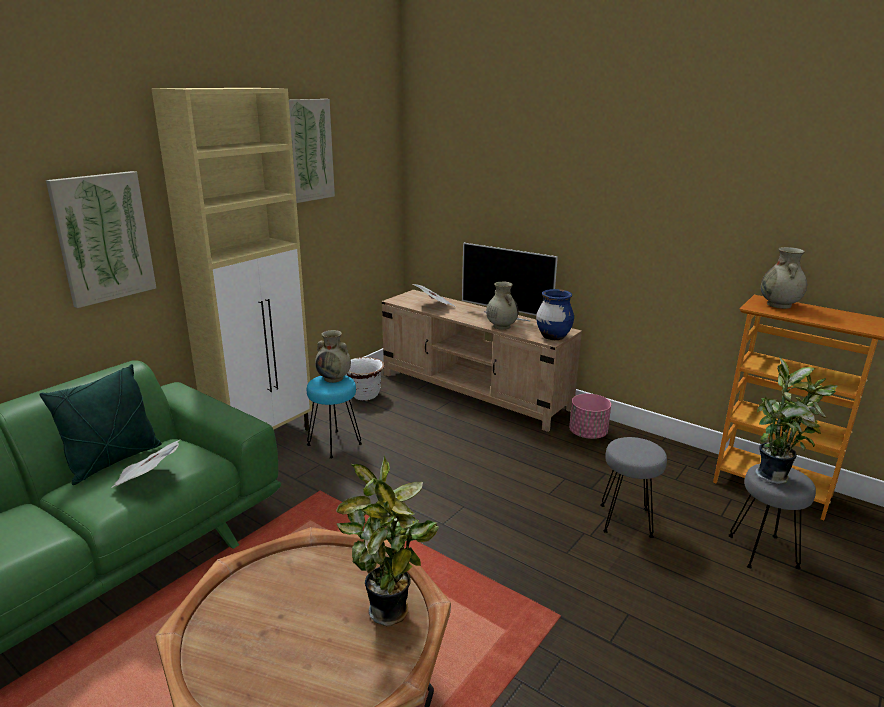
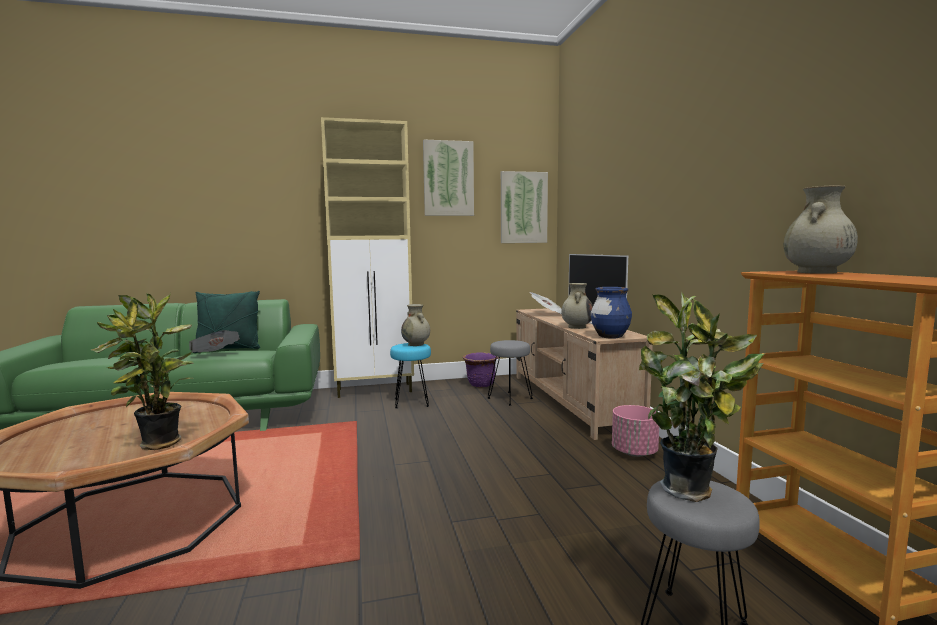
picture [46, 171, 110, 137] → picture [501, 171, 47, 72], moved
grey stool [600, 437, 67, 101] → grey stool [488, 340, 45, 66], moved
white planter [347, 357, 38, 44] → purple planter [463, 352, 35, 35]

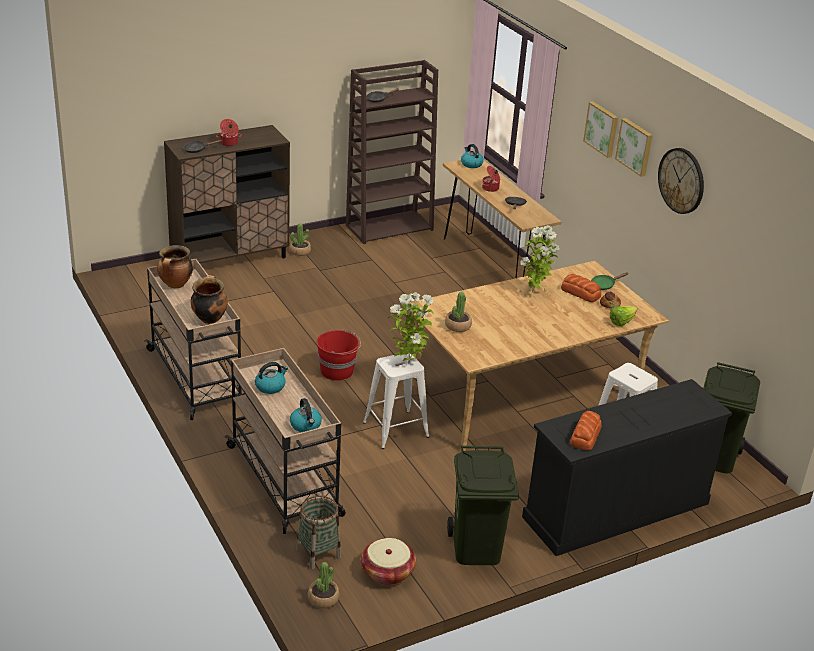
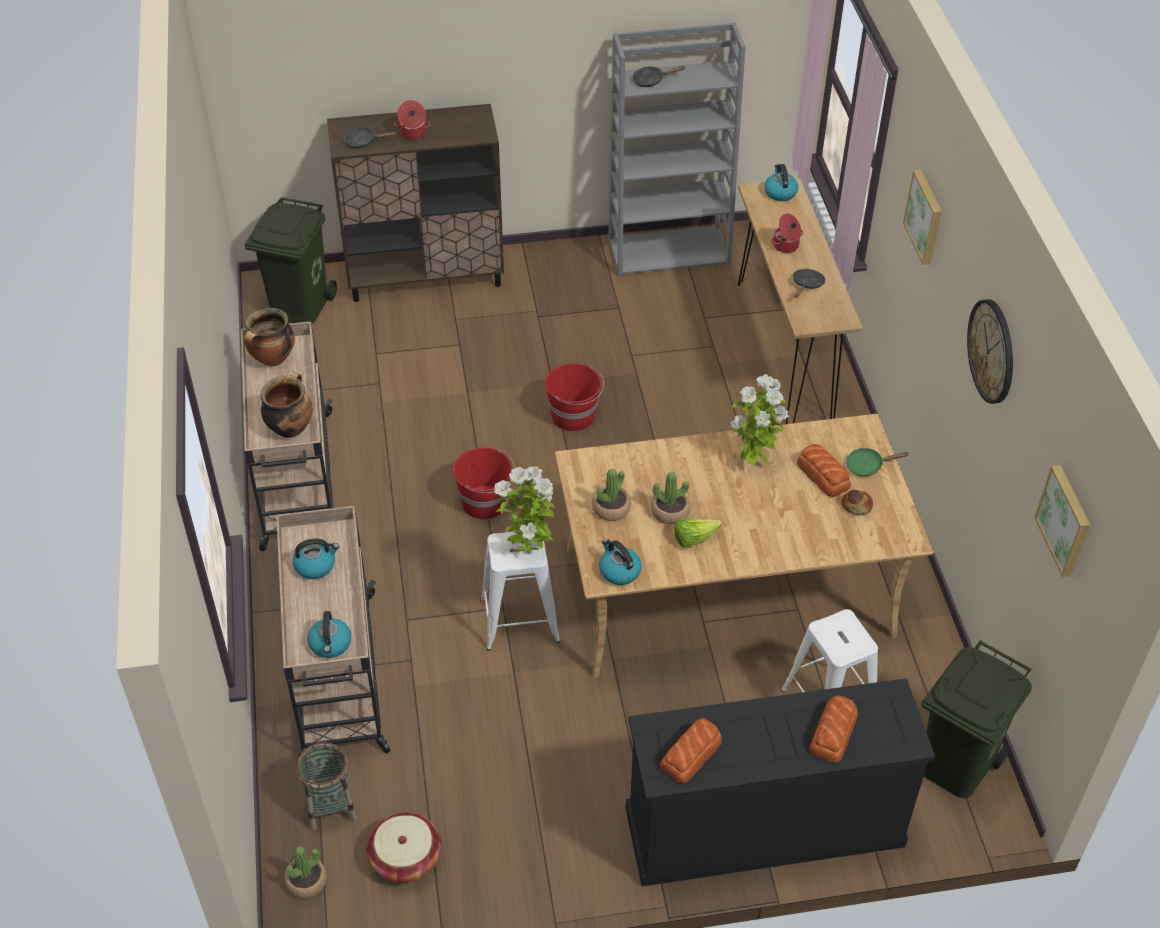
- → red bucket [545, 363, 59, 69]
- → kettle [599, 539, 43, 46]
- → bread [809, 695, 49, 68]
potted plant [290, 223, 21, 33] → potted plant [651, 472, 39, 53], moved
green trash can [447, 446, 72, 119] → green trash can [245, 197, 92, 127], moved
lettuce [609, 306, 28, 20] → lettuce [674, 518, 48, 30], moved
picture [615, 118, 38, 59] → picture [1034, 465, 56, 112], moved
brown bookcase [346, 60, 92, 184] → grey bookcase [608, 23, 138, 254]

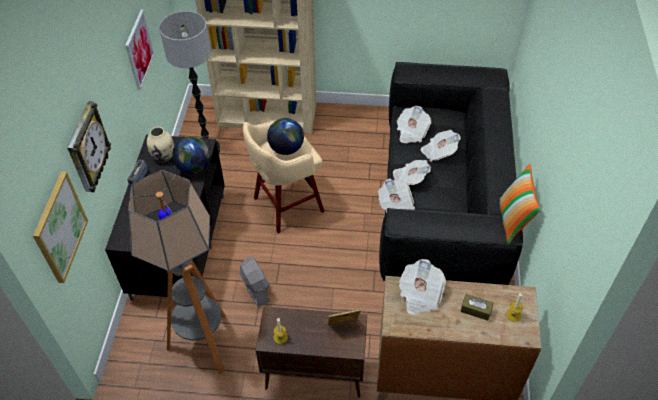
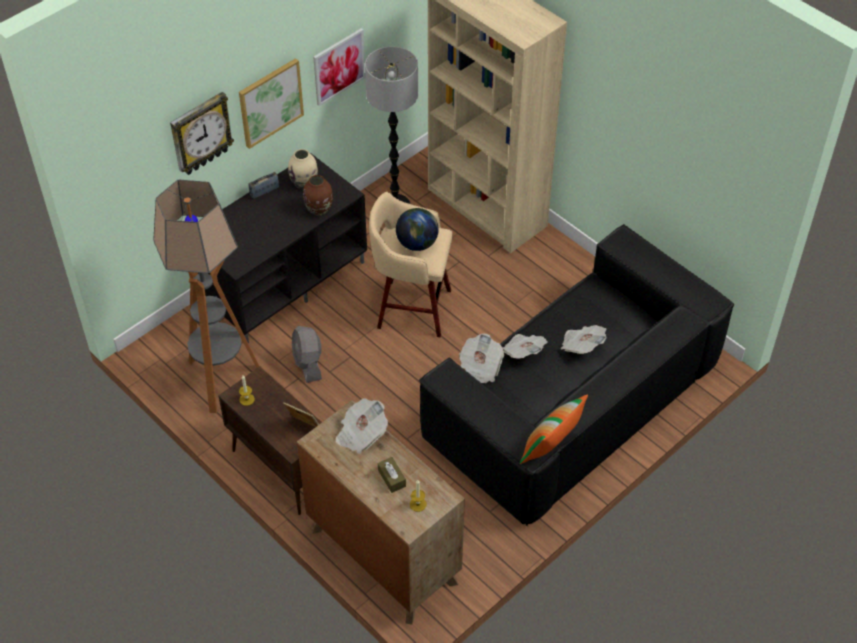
newspaper [397, 106, 34, 37] → -
picture [33, 172, 55, 111] → picture [239, 58, 65, 91], moved
globe [172, 136, 39, 38] → brown vase [303, 175, 30, 40]
grey fan [240, 257, 31, 50] → grey fan [292, 326, 30, 57], 150 degrees clockwise

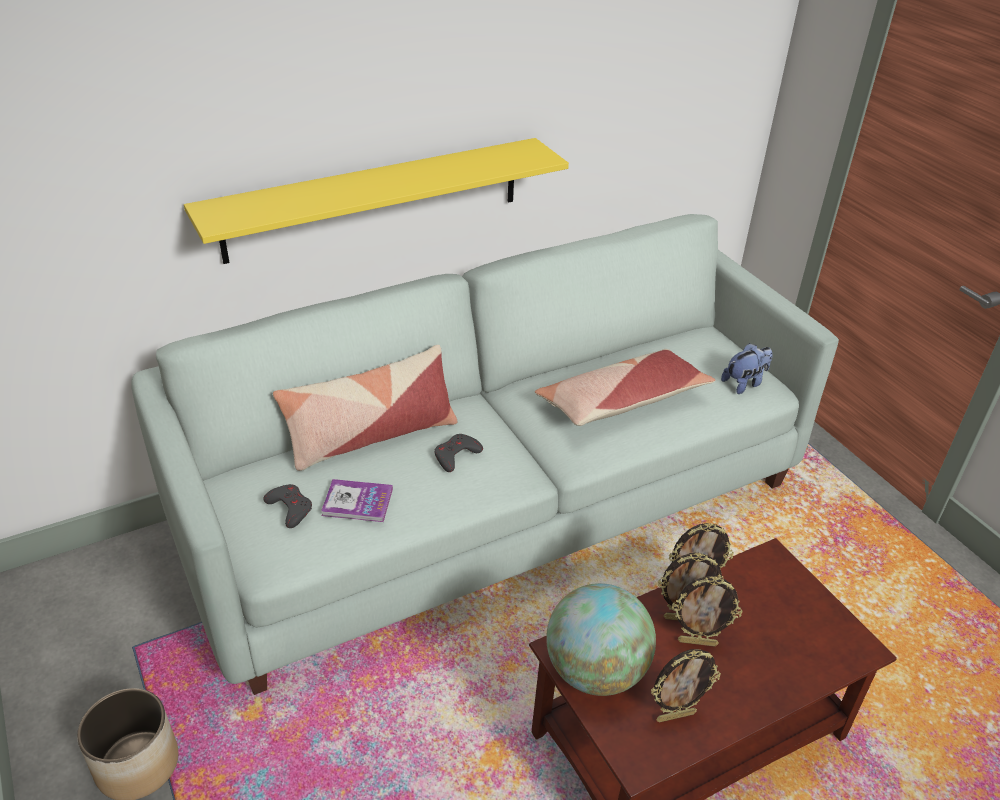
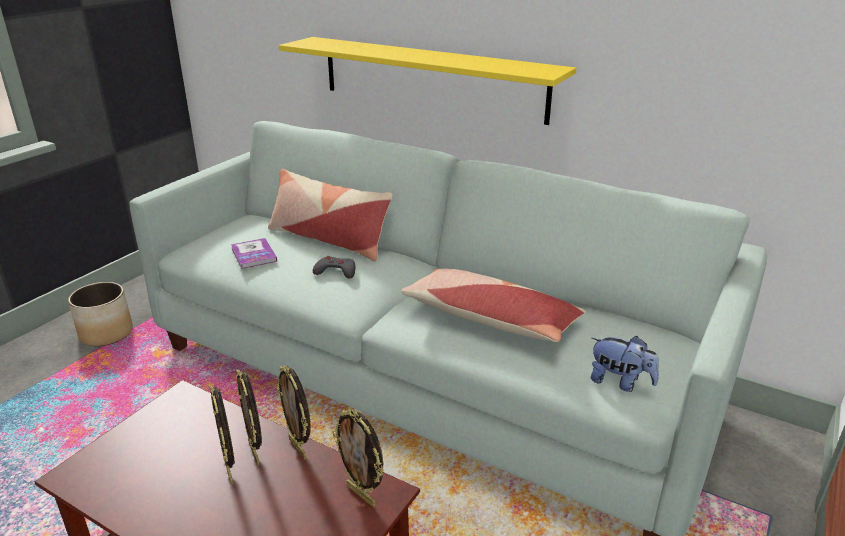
grey game controller [263, 484, 49, 44] → -
globe [546, 583, 110, 113] → -
picture frame [651, 649, 70, 74] → picture frame [332, 409, 52, 98], moved

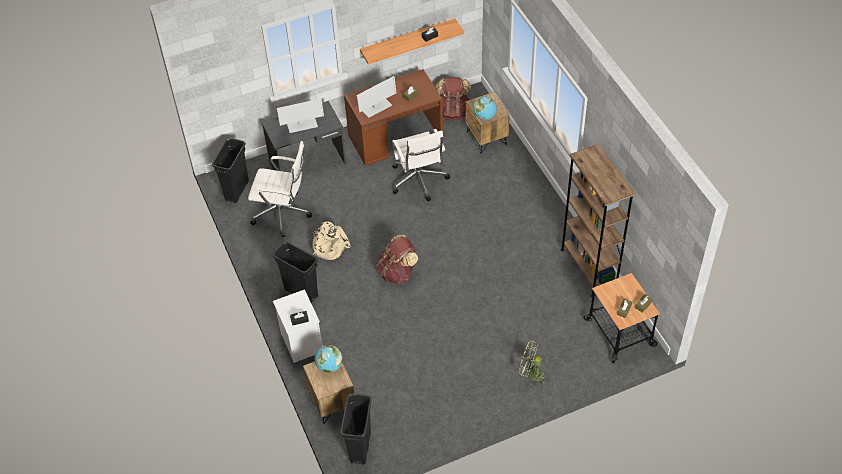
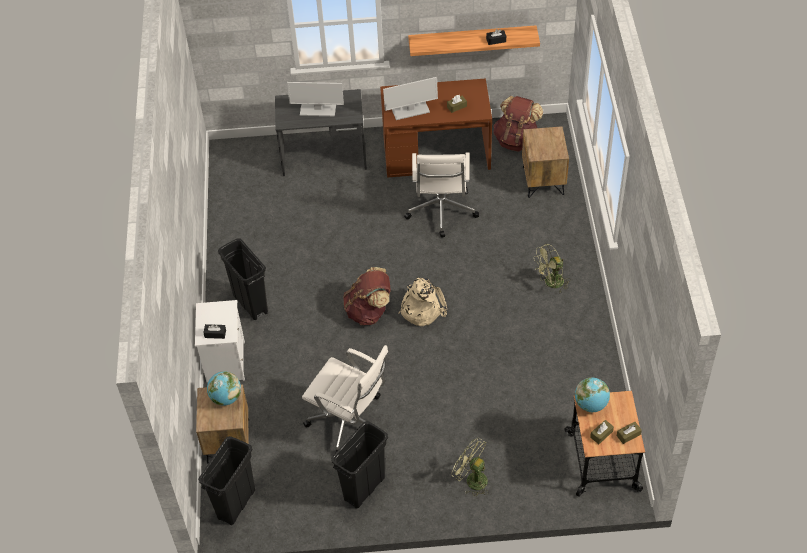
brown bookcase [561, 144, 74, 153] → -
- → green fan [534, 244, 36, 49]
black trash can [212, 138, 37, 65] → black trash can [331, 421, 57, 88], moved
white office chair [248, 141, 64, 96] → white office chair [302, 345, 86, 107], moved
beige backpack [312, 221, 38, 39] → beige backpack [398, 278, 49, 48], moved
globe [473, 97, 24, 23] → globe [575, 378, 35, 34], moved

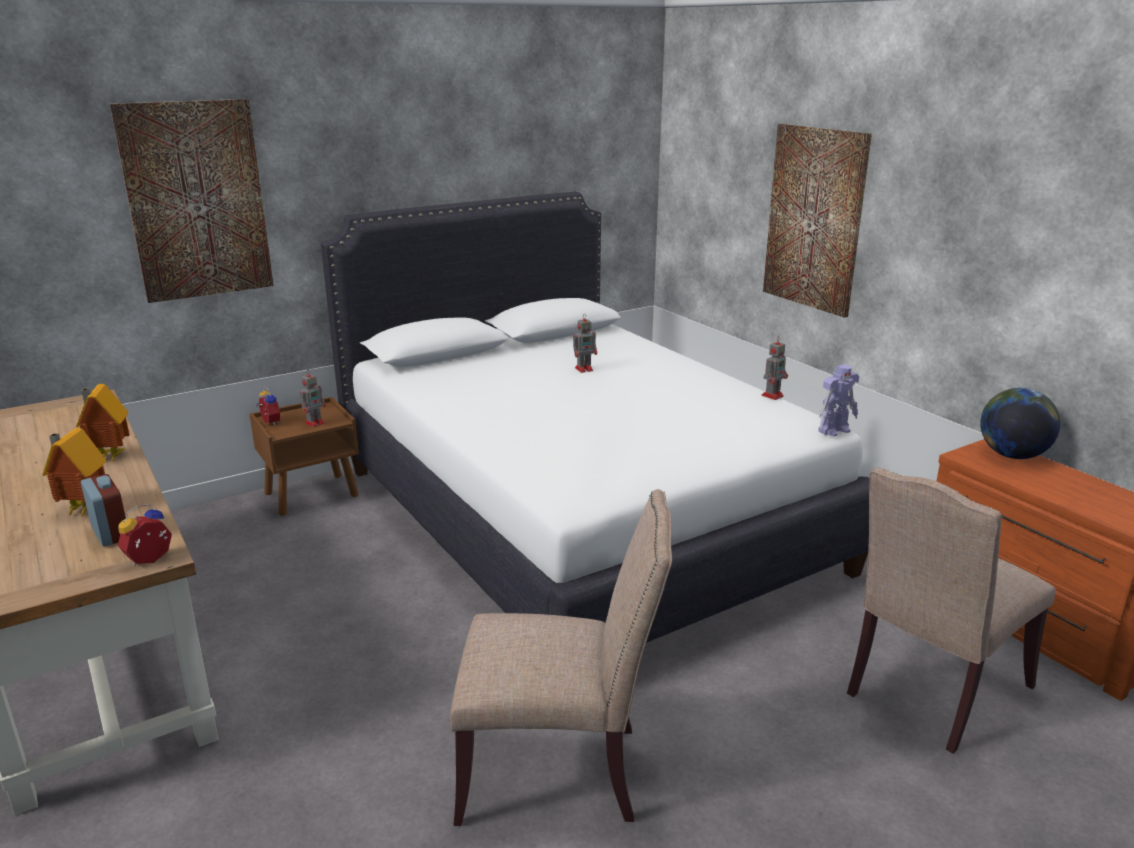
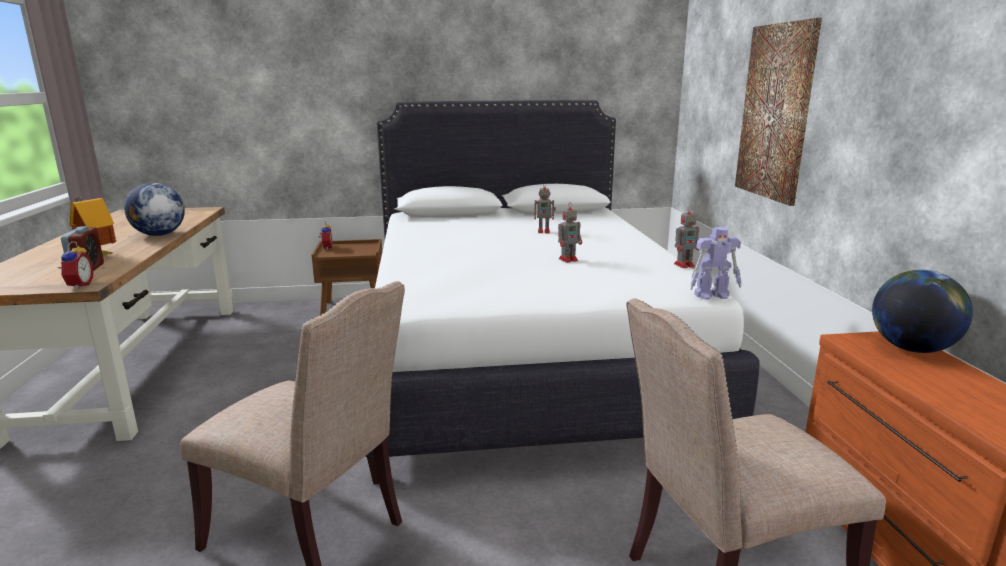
picture [110, 99, 164, 204] → -
toy robot [300, 370, 26, 57] → toy robot [558, 204, 24, 59], moved
toy house [76, 384, 54, 77] → globe [124, 183, 61, 53]
alarm clock [118, 504, 54, 62] → alarm clock [57, 242, 36, 48], 105 degrees clockwise

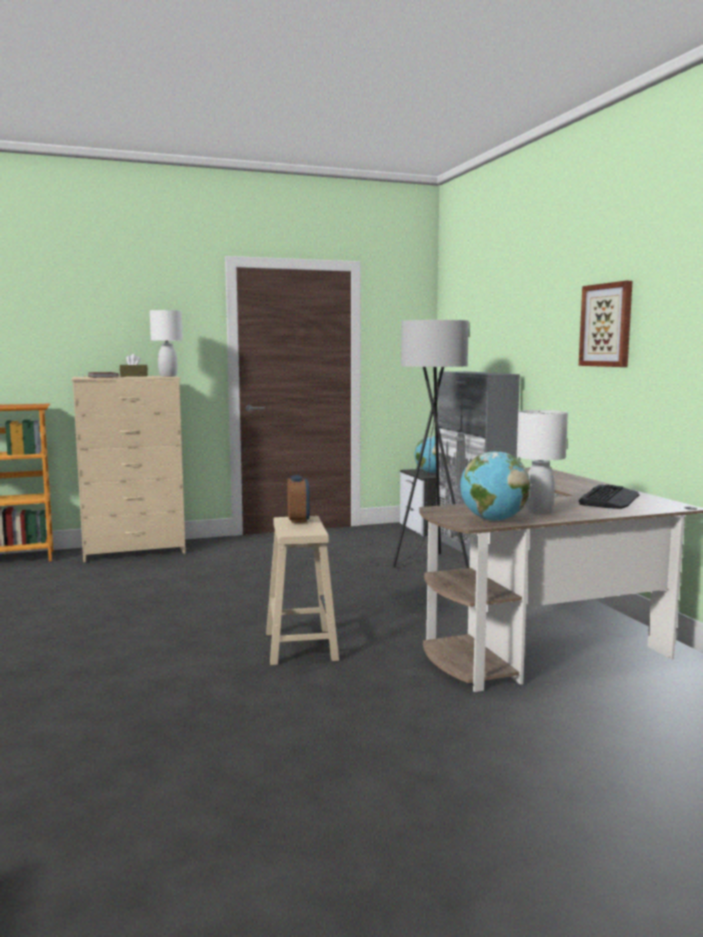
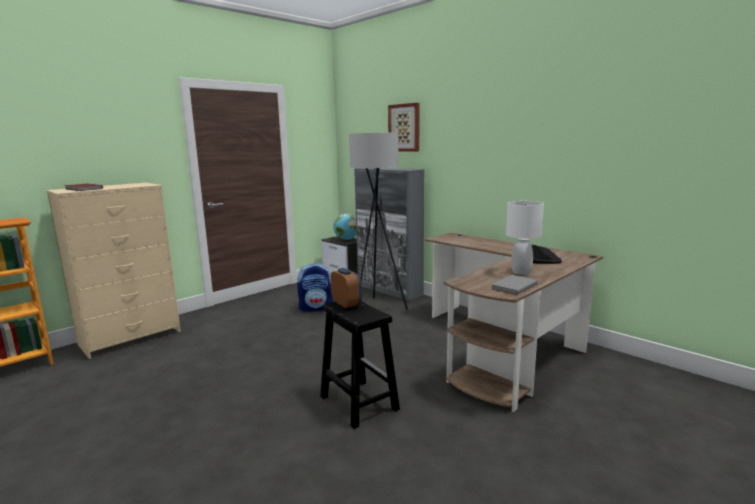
brown tissue box [120, 354, 28, 23] → -
white table lamp [150, 310, 33, 67] → -
- → backpack [297, 263, 36, 49]
picture [579, 281, 53, 86] → picture [388, 103, 31, 49], moved
globe [460, 451, 70, 70] → grey book [491, 275, 47, 20]
beige stool [266, 516, 73, 149] → black stool [320, 301, 80, 128]

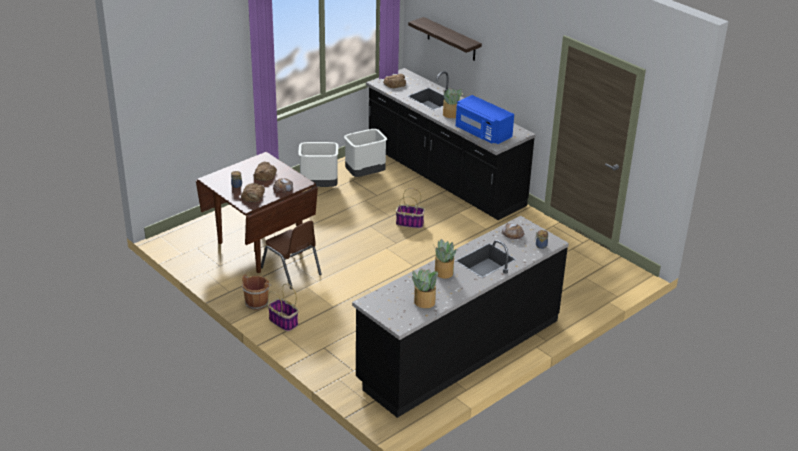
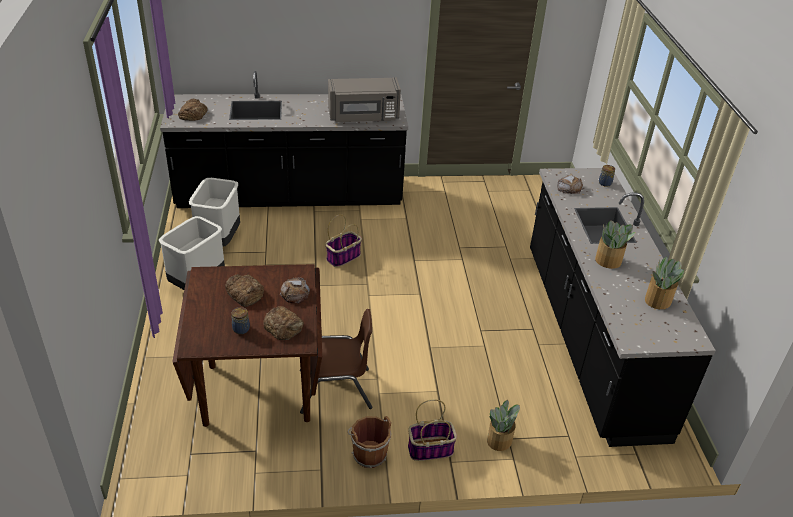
shelf [408, 17, 74, 44] → -
potted plant [443, 88, 20, 30] → potted plant [487, 400, 33, 51], moved
blue microwave [456, 95, 58, 49] → grey microwave [328, 77, 73, 45]

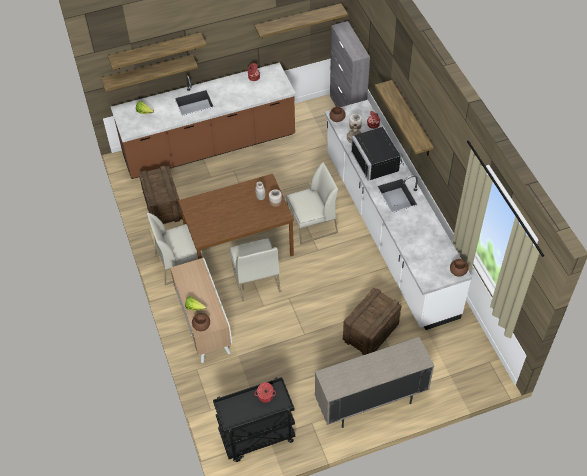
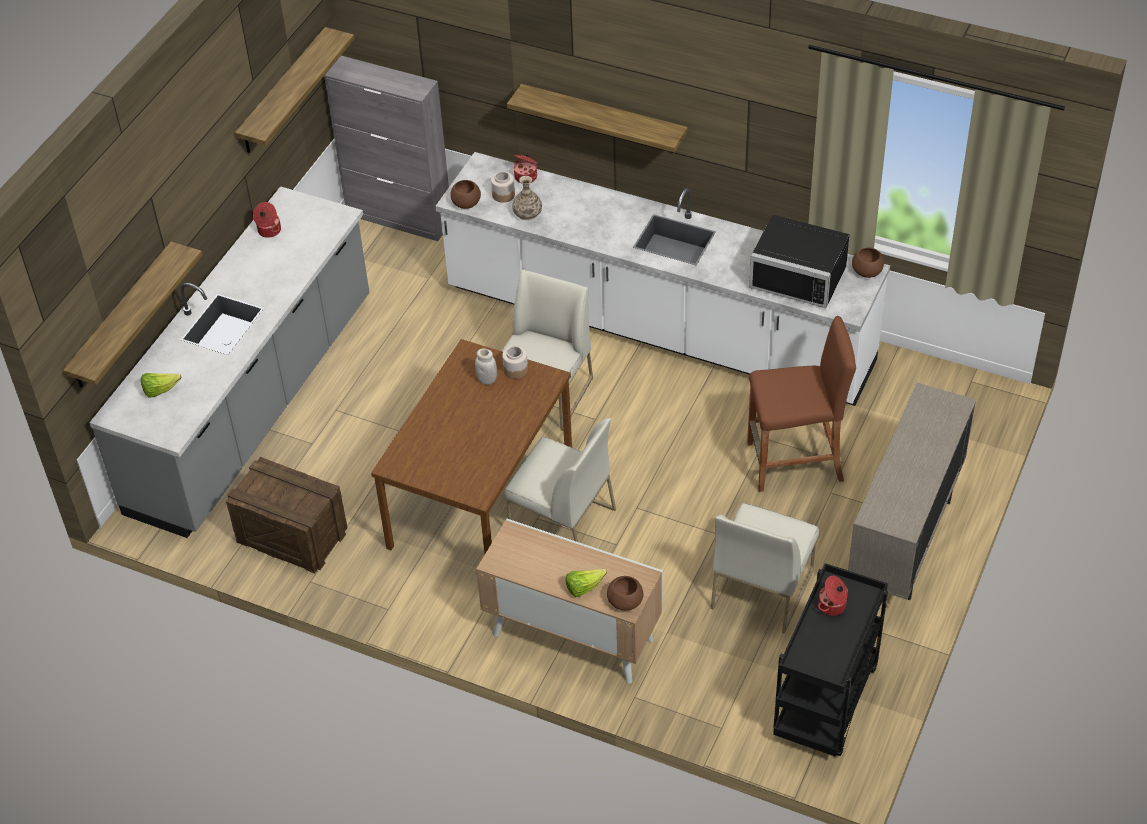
shelf [108, 32, 98, 38] → -
white chair [147, 213, 56, 72] → white chair [711, 503, 108, 131], moved
black microwave [351, 127, 53, 54] → black microwave [749, 215, 100, 93], moved
crate [343, 287, 59, 68] → brown stool [747, 316, 109, 176]
brown counter [111, 62, 185, 117] → grey counter [89, 186, 281, 352]

